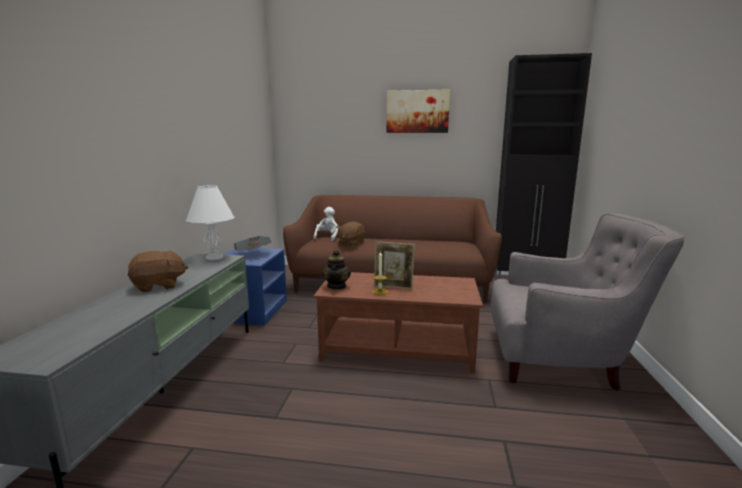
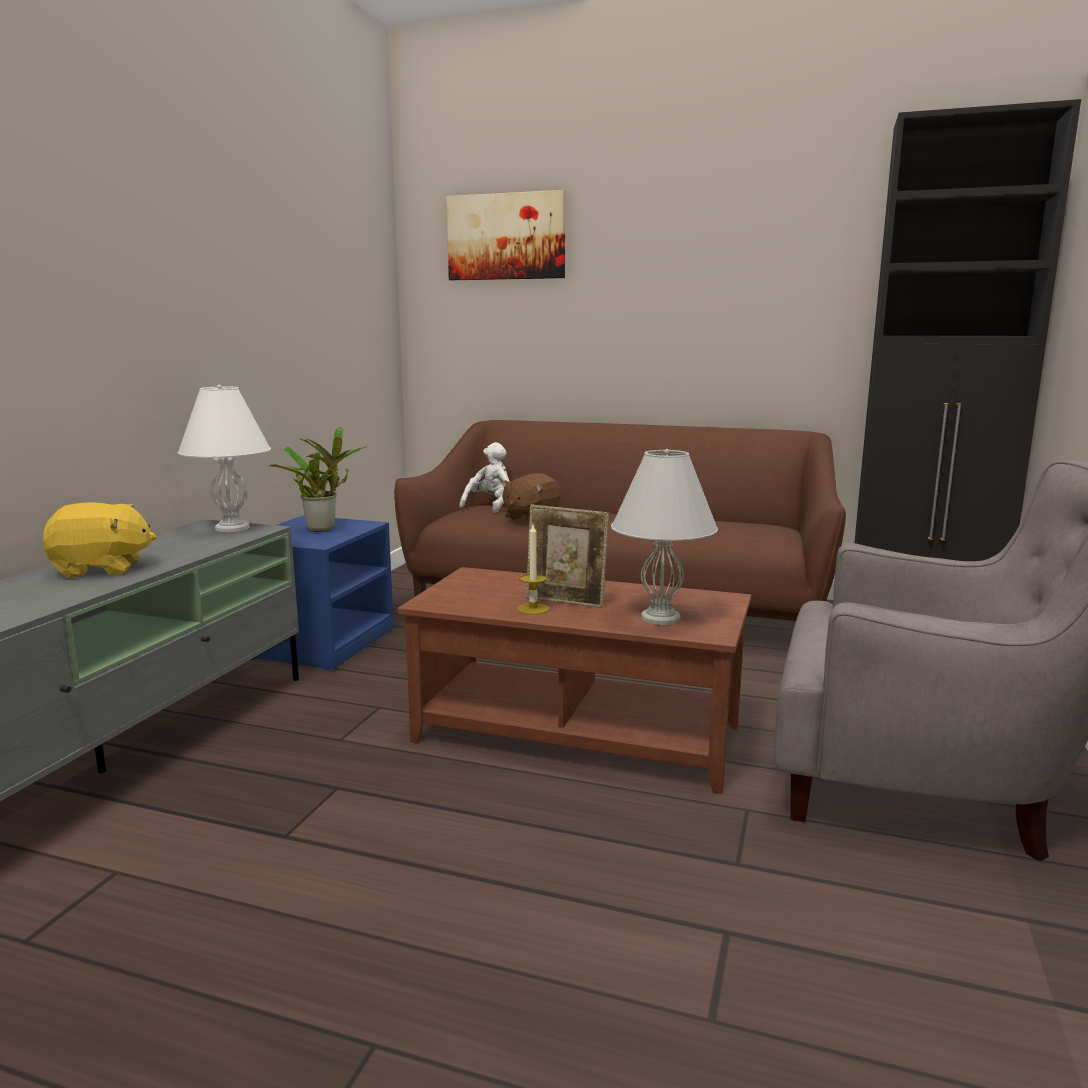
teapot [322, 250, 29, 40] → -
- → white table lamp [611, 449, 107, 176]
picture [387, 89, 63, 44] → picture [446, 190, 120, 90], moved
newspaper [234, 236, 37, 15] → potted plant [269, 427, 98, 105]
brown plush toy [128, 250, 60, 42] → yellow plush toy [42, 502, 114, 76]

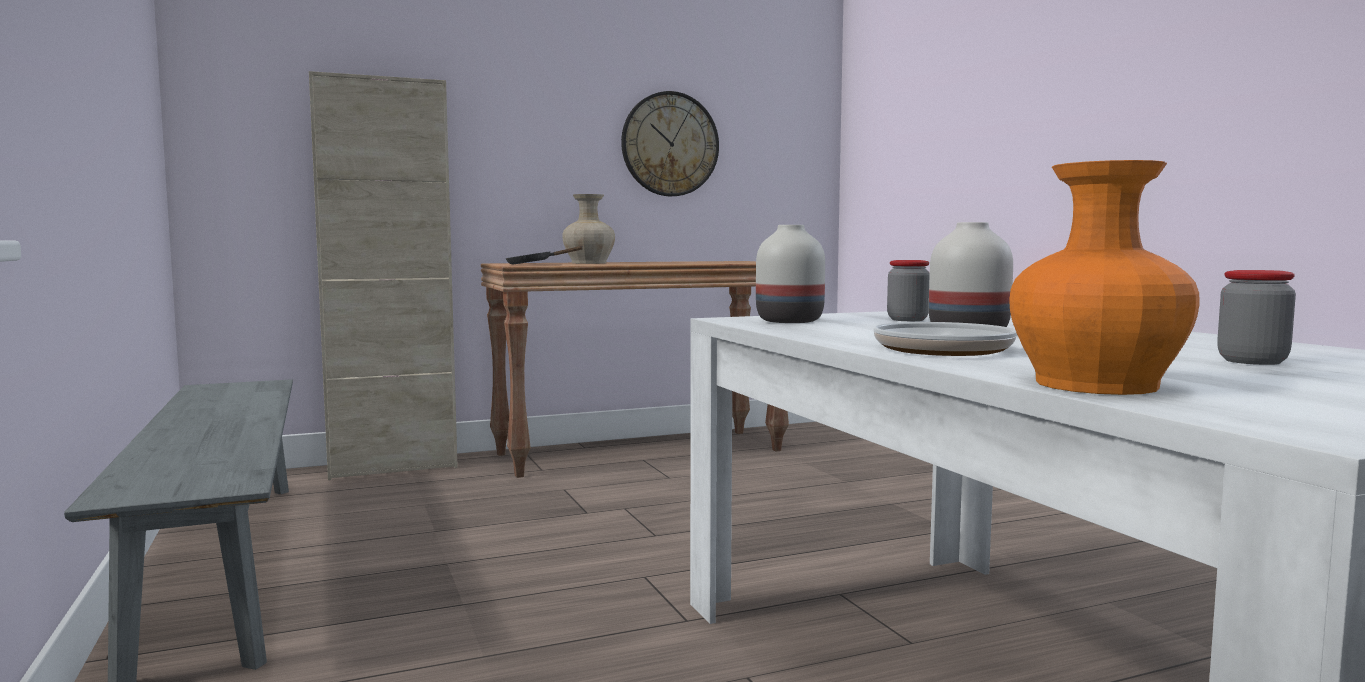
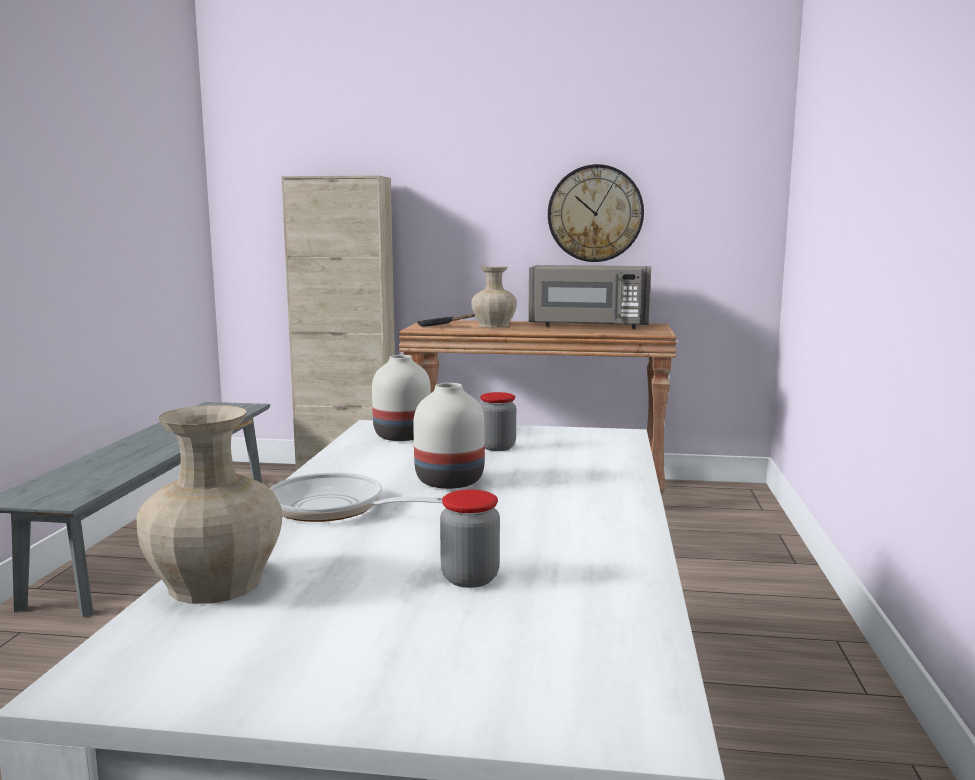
- → grey microwave [528, 265, 123, 64]
orange vase [1009, 160, 190, 235] → beige vase [137, 405, 145, 199]

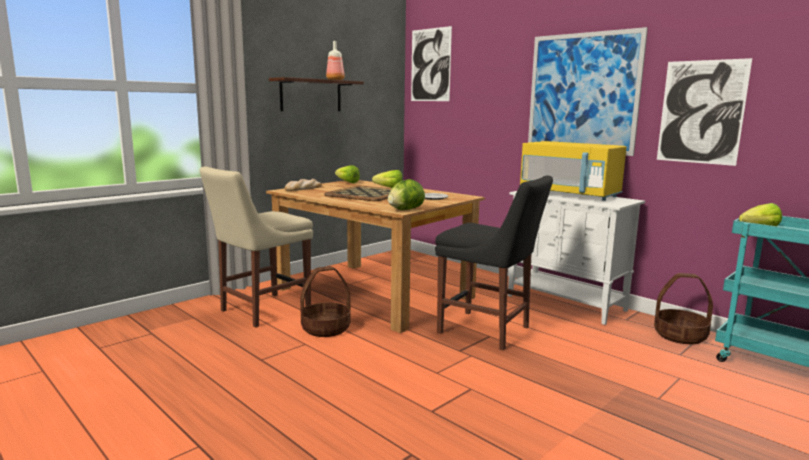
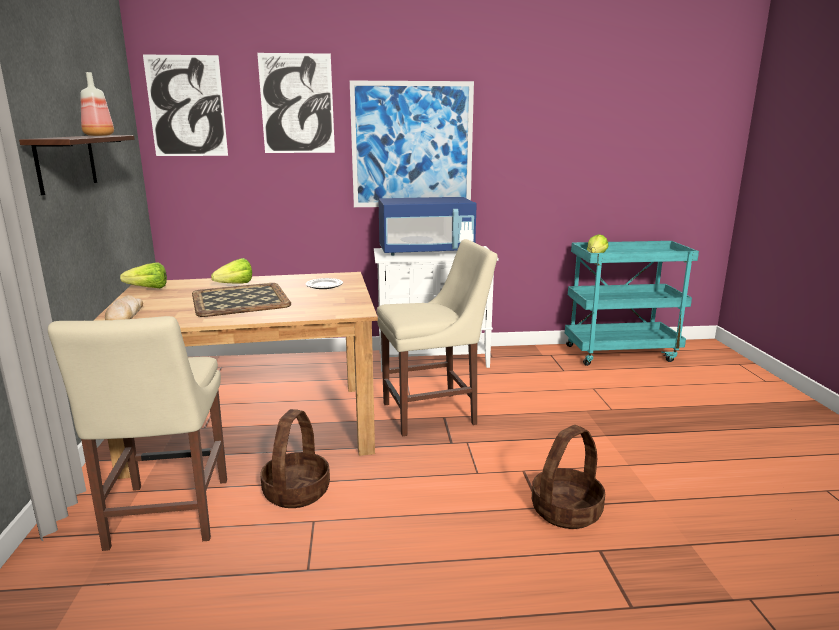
lettuce [388, 179, 37, 31] → -
basket [654, 273, 59, 71] → basket [532, 425, 73, 104], moved
picture [657, 58, 95, 108] → picture [257, 53, 78, 100], moved
black chair [435, 175, 118, 175] → beige chair [377, 239, 121, 197]
yellow microwave [520, 141, 107, 60] → blue microwave [378, 197, 99, 59]

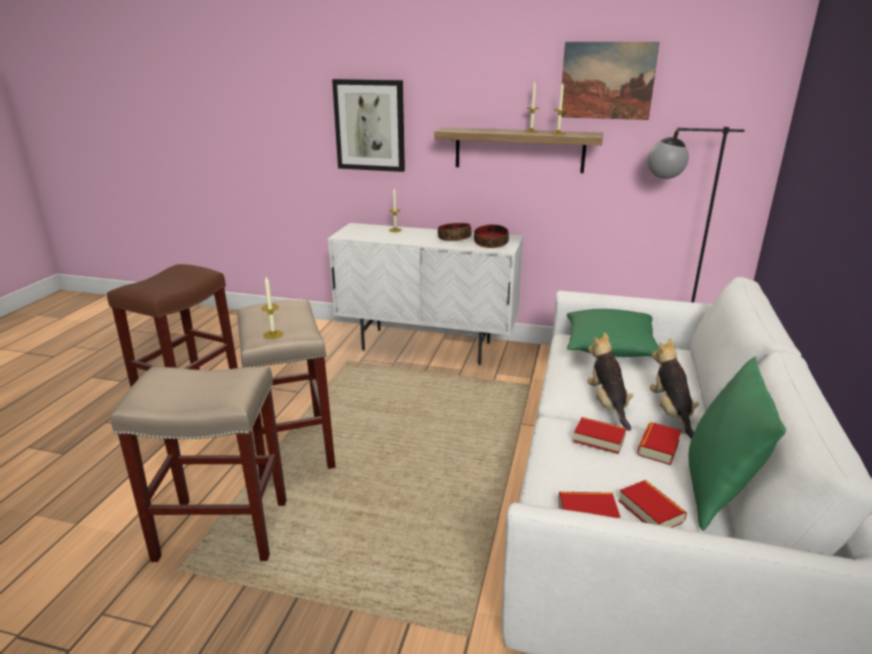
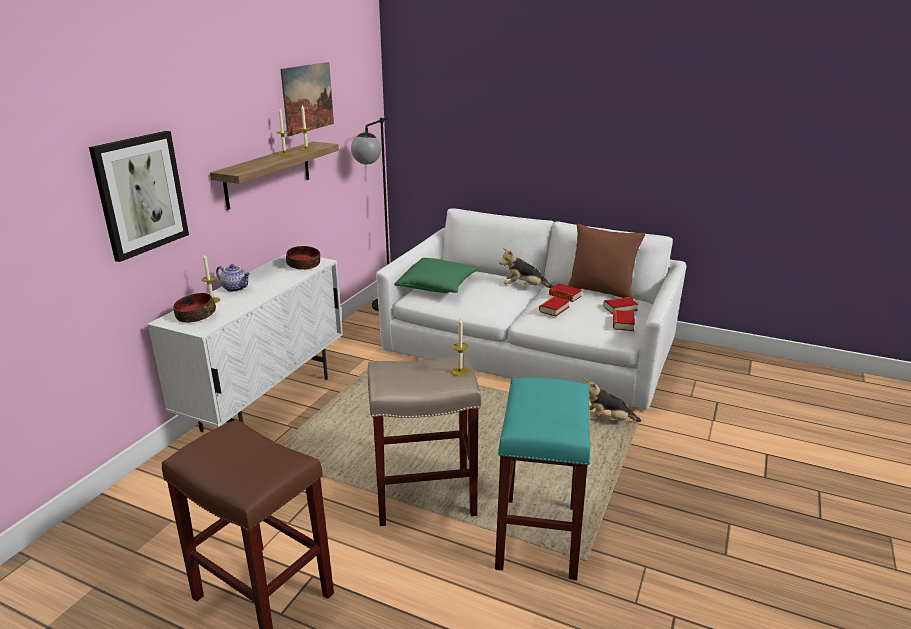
- → teapot [216, 264, 34, 28]
bowl [438, 223, 34, 18] → bowl [173, 293, 43, 30], moved
plush toy [587, 332, 47, 99] → plush toy [584, 379, 57, 43], moved
beige stool [111, 366, 176, 196] → turquoise stool [495, 377, 95, 203]
green pillow [689, 357, 97, 174] → brown pillow [568, 223, 77, 77]

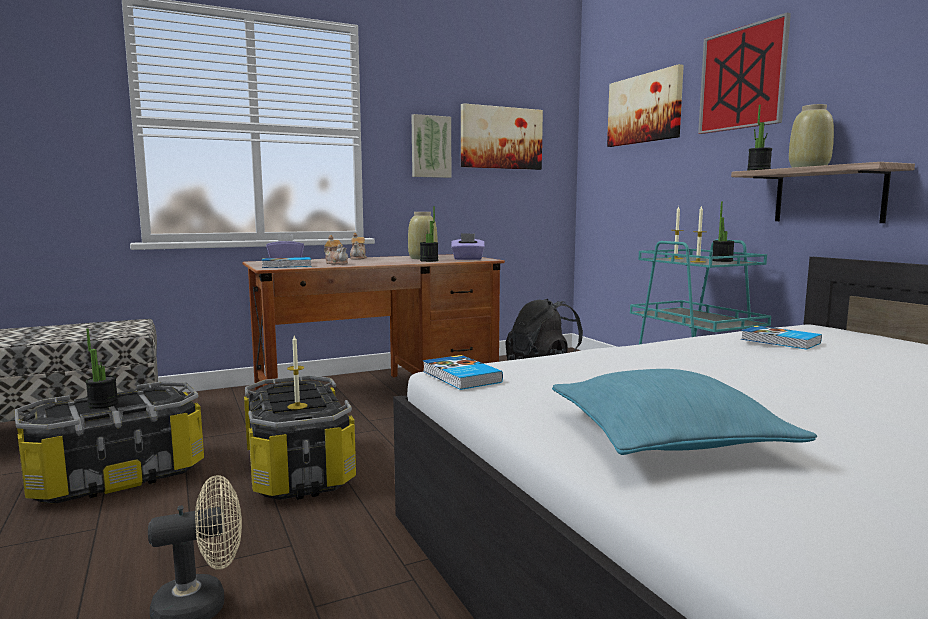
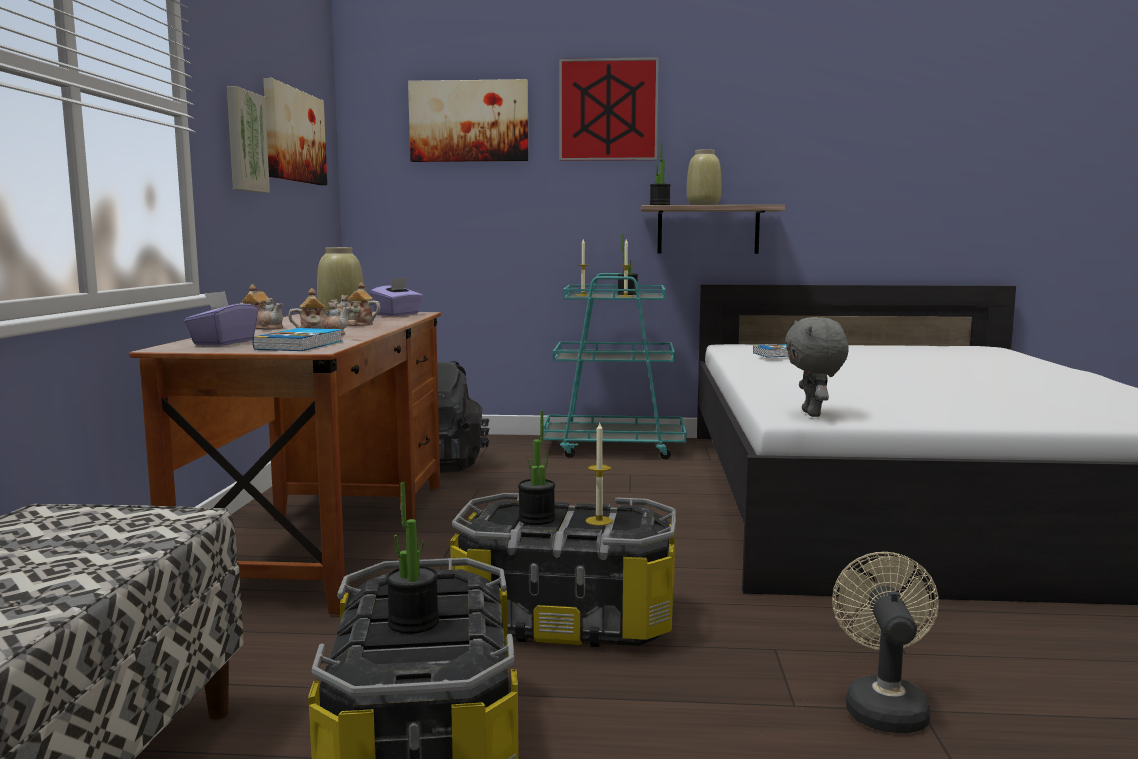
turquoise pillow [552, 369, 265, 86] → -
- → teapot [331, 282, 49, 44]
potted plant [420, 206, 18, 56] → potted plant [518, 411, 37, 114], moved
book [423, 355, 80, 35] → grey plush toy [785, 317, 64, 100]

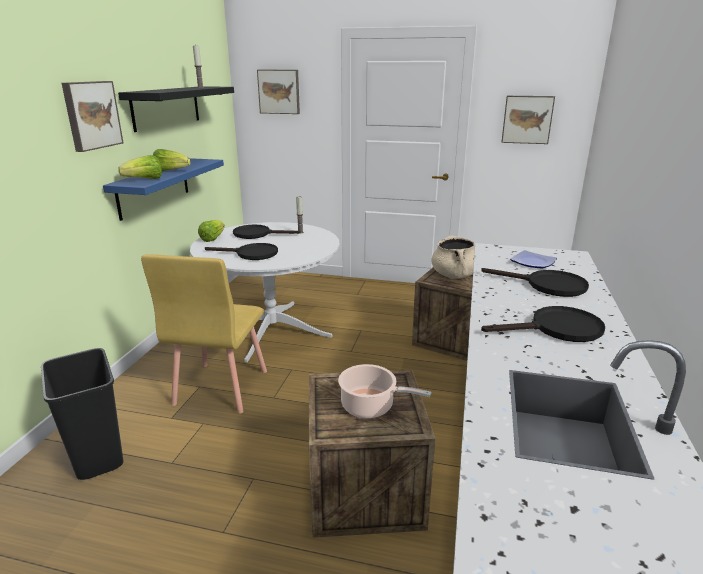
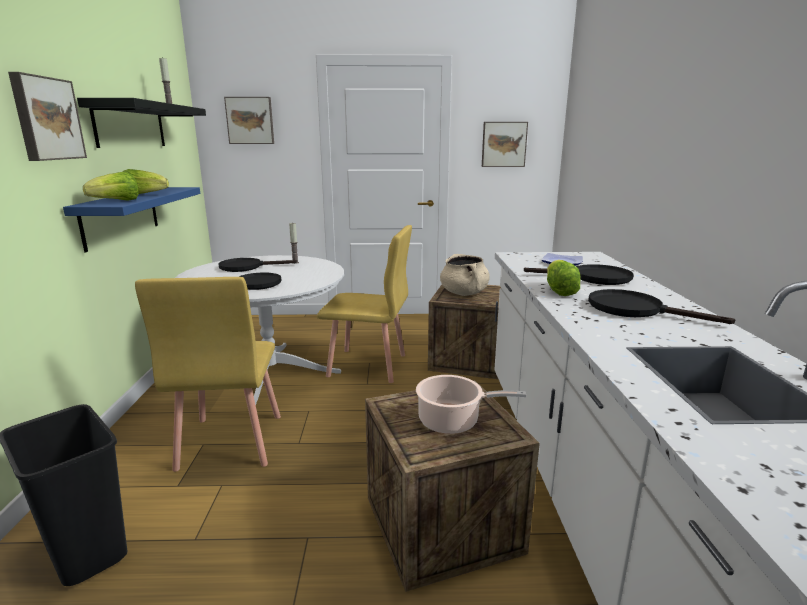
- → yellow chair [317, 225, 95, 158]
lettuce [198, 220, 27, 22] → lettuce [547, 260, 34, 36], moved
black frying pan [481, 306, 124, 36] → black frying pan [588, 289, 147, 35], 120 degrees counterclockwise

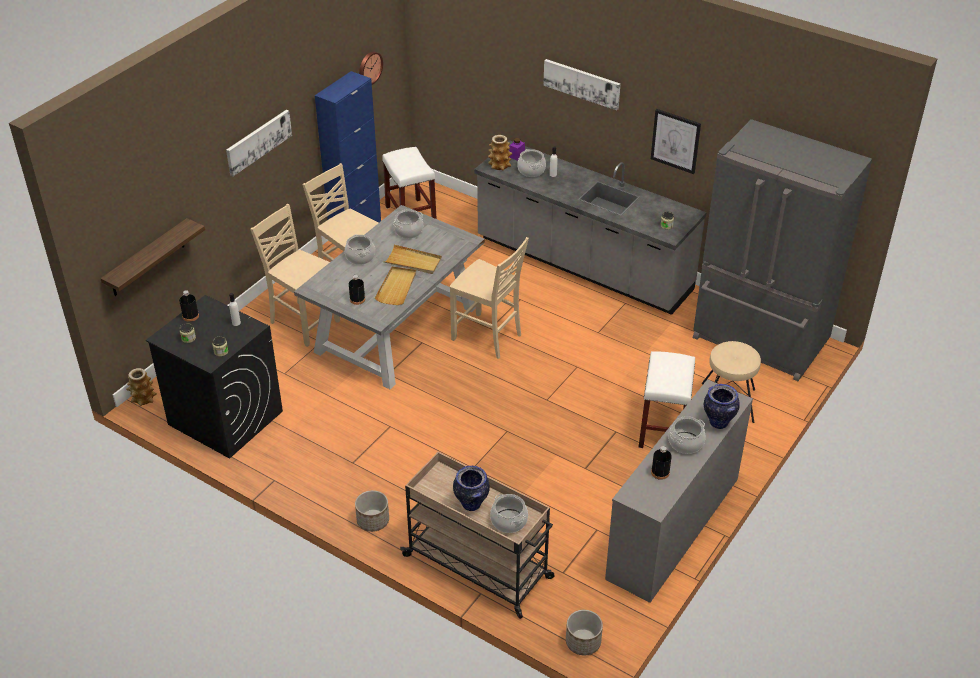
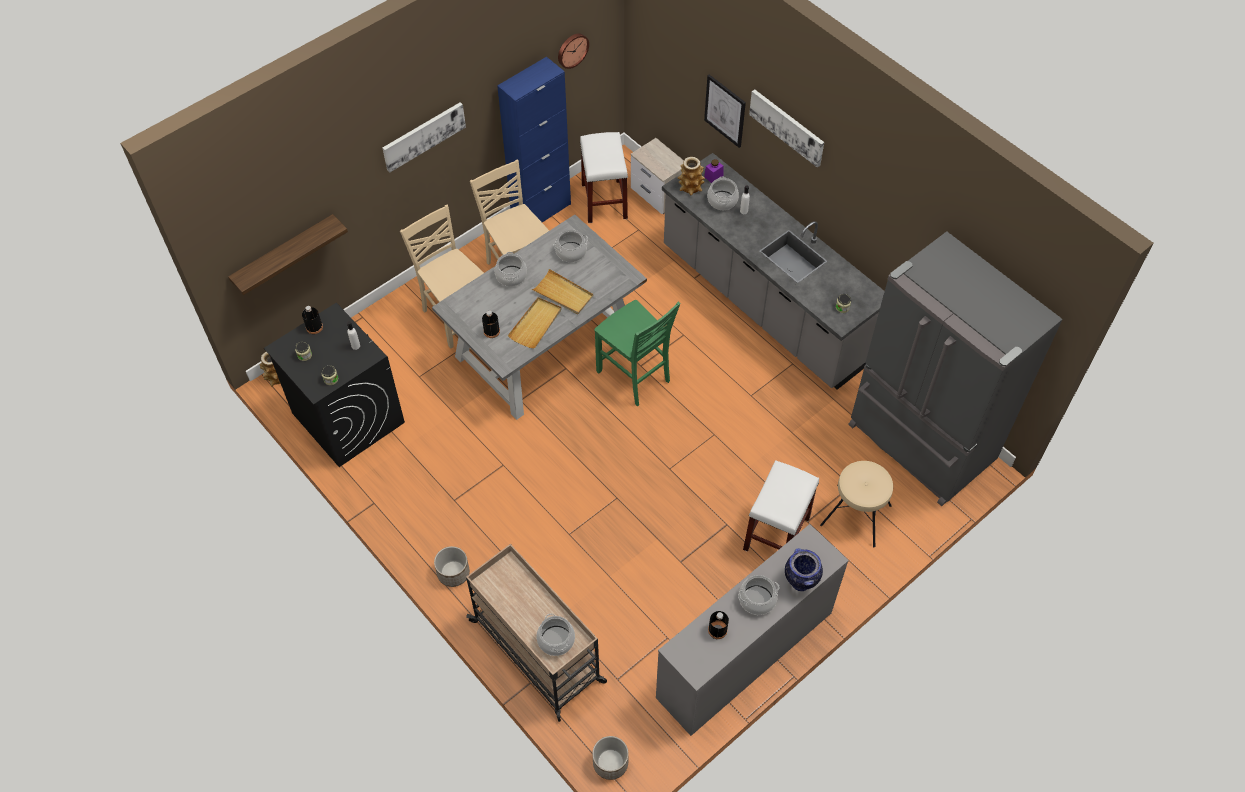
vase [453, 466, 37, 45] → -
- → nightstand [631, 138, 53, 76]
picture [651, 109, 50, 65] → picture [704, 74, 42, 74], moved
beige chair [450, 237, 79, 122] → green chair [594, 300, 86, 106]

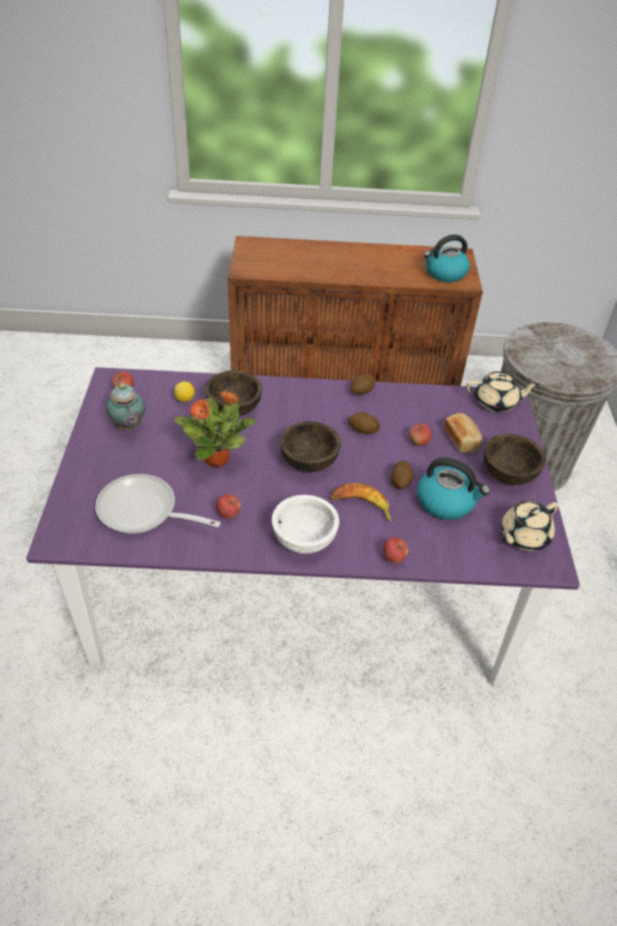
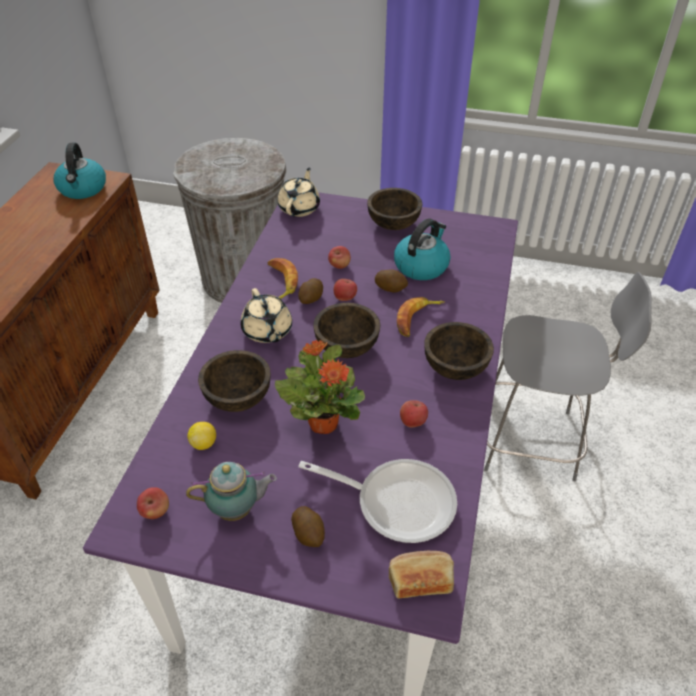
- → banana [268, 258, 30, 41]
- → grey chair [484, 272, 168, 209]
potato [351, 374, 25, 20] → potato [291, 506, 34, 41], moved
apple [383, 537, 25, 26] → apple [334, 279, 23, 22], moved
bread [444, 413, 39, 40] → bread [389, 551, 65, 47], moved
beige teapot [500, 501, 59, 50] → beige teapot [240, 288, 52, 55], moved
white bowl [272, 495, 67, 59] → brown bowl [424, 322, 70, 58]
frying pan [95, 474, 126, 60] → frying pan [298, 459, 159, 84], 105 degrees counterclockwise

